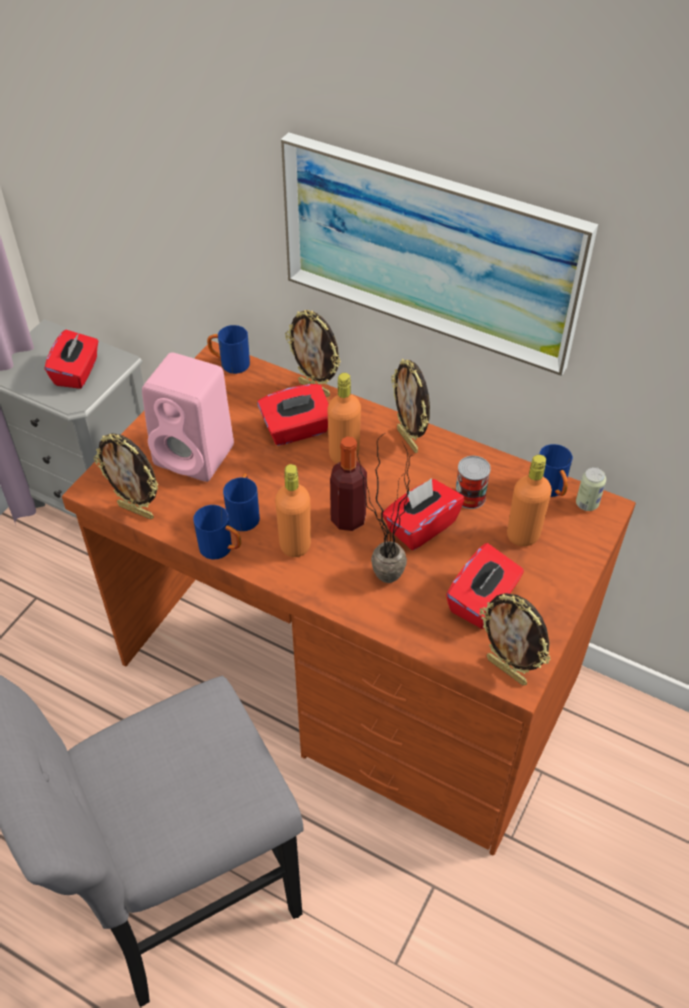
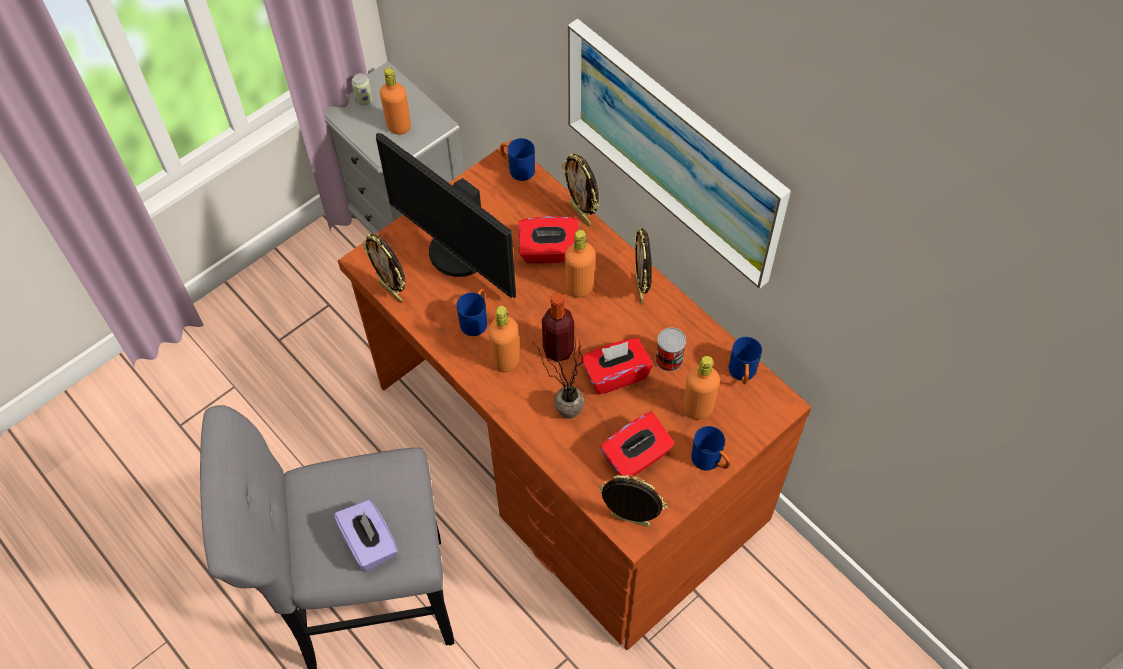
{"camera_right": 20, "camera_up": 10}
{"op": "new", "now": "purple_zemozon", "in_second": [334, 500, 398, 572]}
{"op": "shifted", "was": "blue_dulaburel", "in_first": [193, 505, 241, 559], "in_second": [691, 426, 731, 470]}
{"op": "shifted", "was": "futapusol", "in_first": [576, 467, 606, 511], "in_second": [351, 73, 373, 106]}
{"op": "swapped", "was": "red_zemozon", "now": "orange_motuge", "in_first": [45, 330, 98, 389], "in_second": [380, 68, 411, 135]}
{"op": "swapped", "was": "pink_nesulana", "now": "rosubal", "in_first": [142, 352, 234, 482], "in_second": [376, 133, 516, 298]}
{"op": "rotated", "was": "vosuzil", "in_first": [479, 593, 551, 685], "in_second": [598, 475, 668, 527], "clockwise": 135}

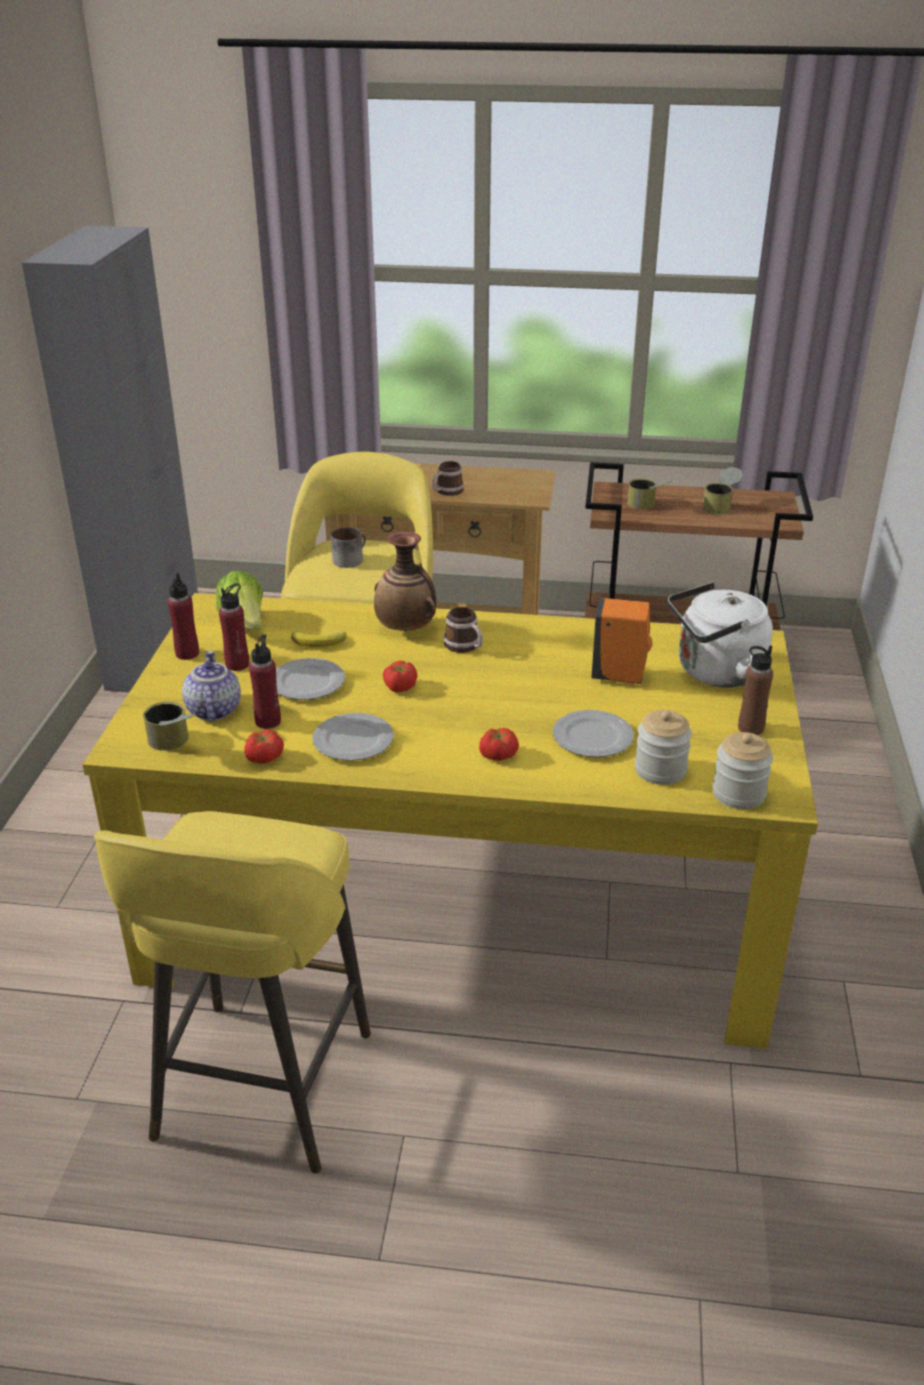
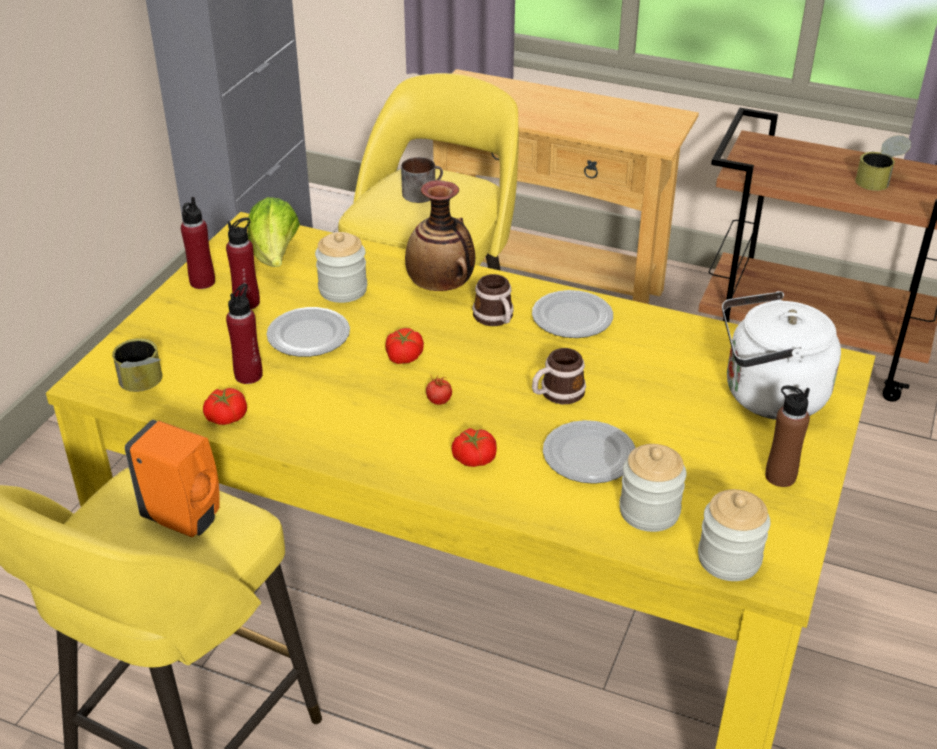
{"camera_right": 15, "camera_up": 5}
{"op": "gone", "was": "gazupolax", "in_first": [182, 651, 241, 722]}
{"op": "gone", "was": "futapusol", "in_first": [627, 478, 673, 510]}
{"op": "new", "now": "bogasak", "in_second": [426, 374, 452, 405]}
{"op": "shifted", "was": "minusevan", "in_first": [312, 713, 394, 761], "in_second": [532, 290, 613, 338]}
{"op": "shifted", "was": "dulaburel", "in_first": [432, 461, 464, 496], "in_second": [532, 348, 586, 404]}
{"op": "shifted", "was": "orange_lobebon", "in_first": [591, 598, 653, 684], "in_second": [125, 420, 220, 537]}
{"op": "swapped", "was": "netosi", "now": "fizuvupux", "in_first": [291, 632, 347, 647], "in_second": [315, 232, 367, 303]}

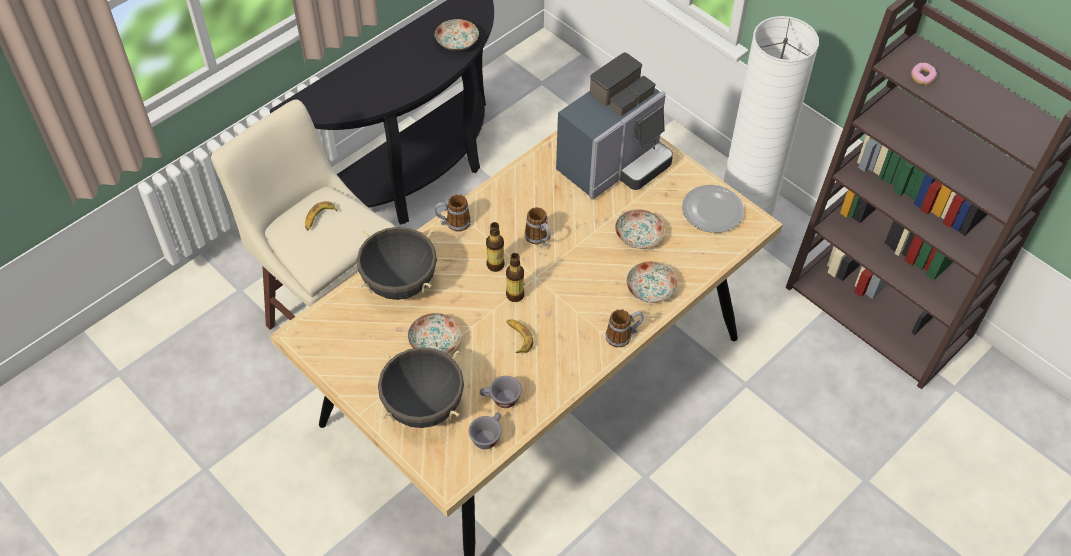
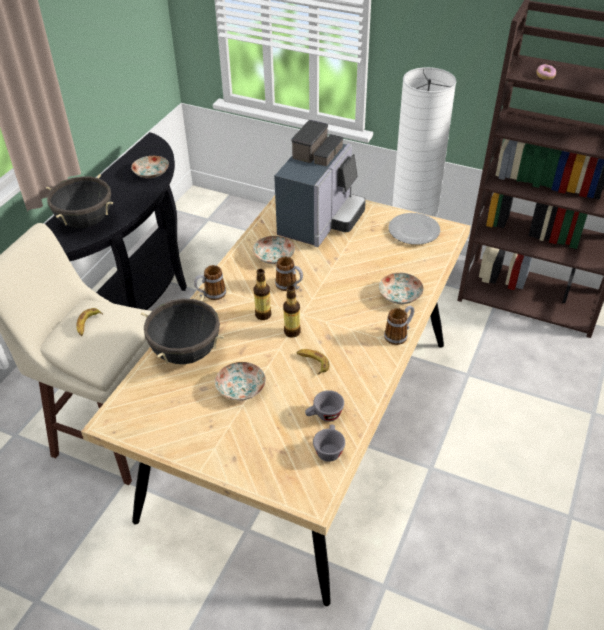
{"camera_right": -20, "camera_up": -10}
{"op": "shifted", "was": "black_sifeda", "in_first": [378, 347, 464, 428], "in_second": [46, 174, 113, 228]}
{"op": "shifted", "was": "minusevan", "in_first": [615, 209, 664, 249], "in_second": [253, 236, 295, 264]}

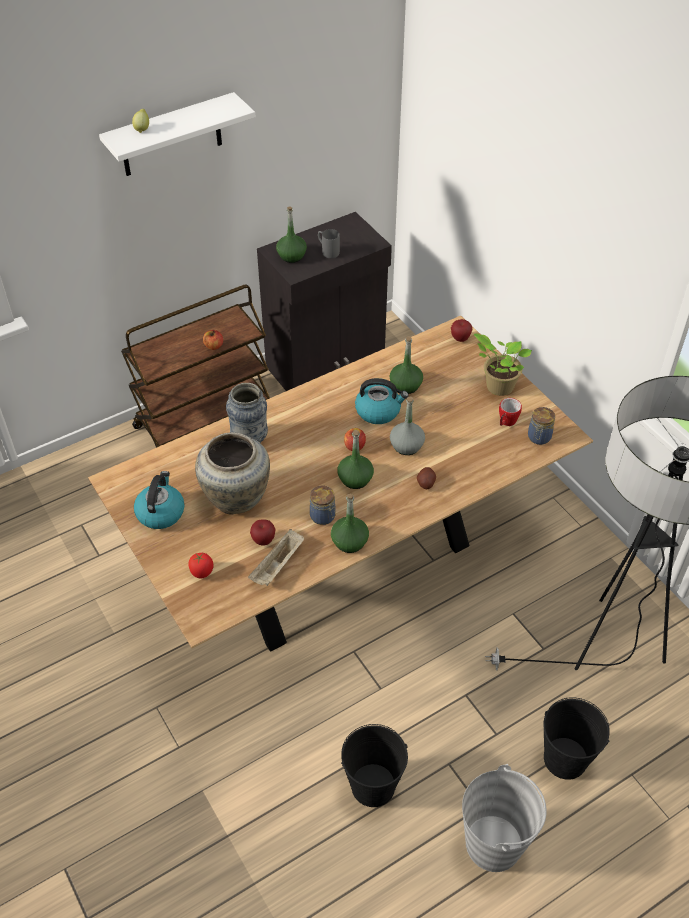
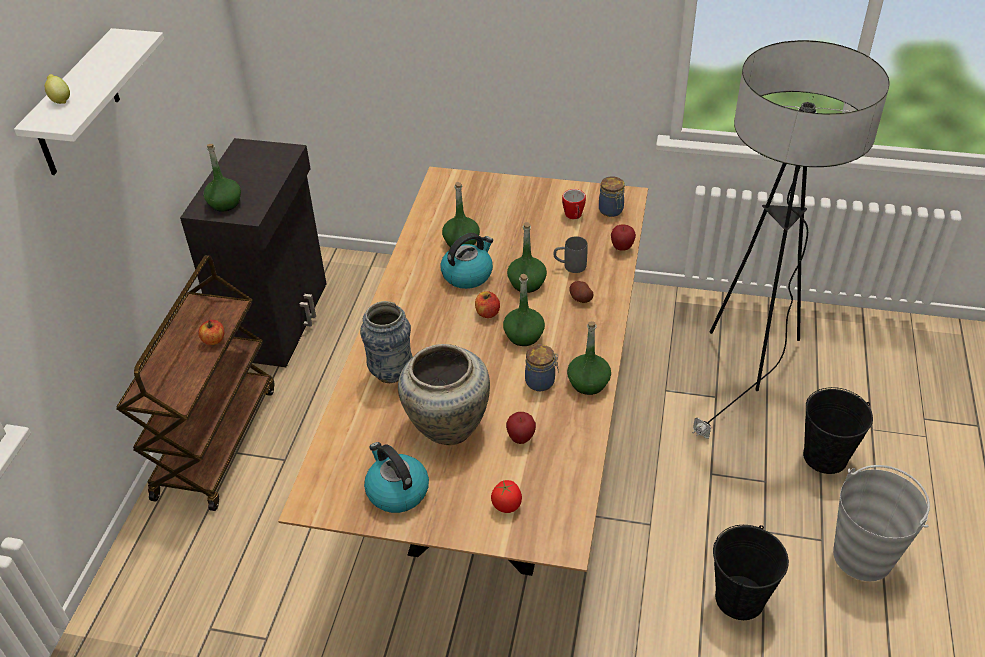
{"camera_right": -45, "camera_up": -5}
{"op": "gone", "was": "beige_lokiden", "in_first": [248, 529, 304, 586]}
{"op": "gone", "was": "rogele", "in_first": [474, 333, 532, 396]}
{"op": "shifted", "was": "grey_dulaburel", "in_first": [318, 229, 340, 258], "in_second": [554, 236, 588, 273]}
{"op": "shifted", "was": "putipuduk", "in_first": [451, 319, 472, 342], "in_second": [611, 225, 636, 251]}
{"op": "repainted", "was": "grey_motuge", "now": "green_motuge", "in_first": [390, 397, 425, 455], "in_second": [507, 222, 547, 293]}

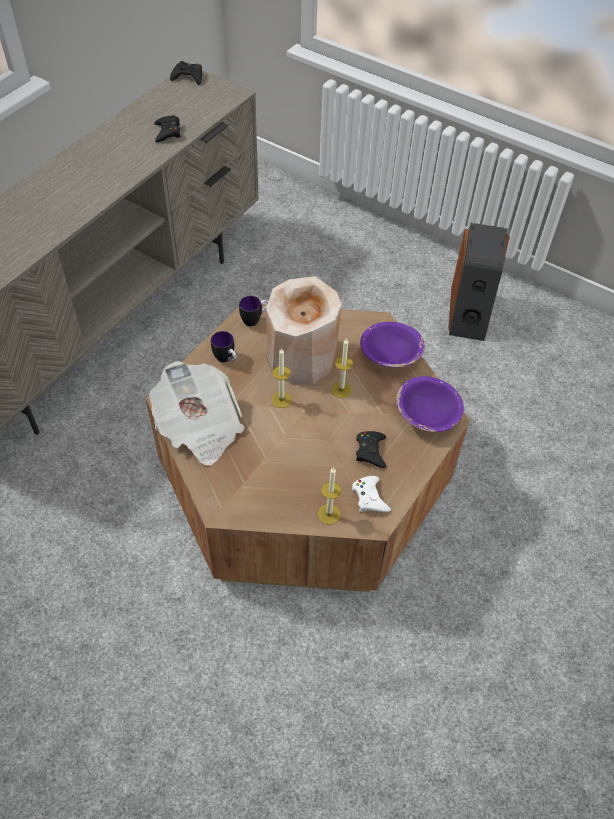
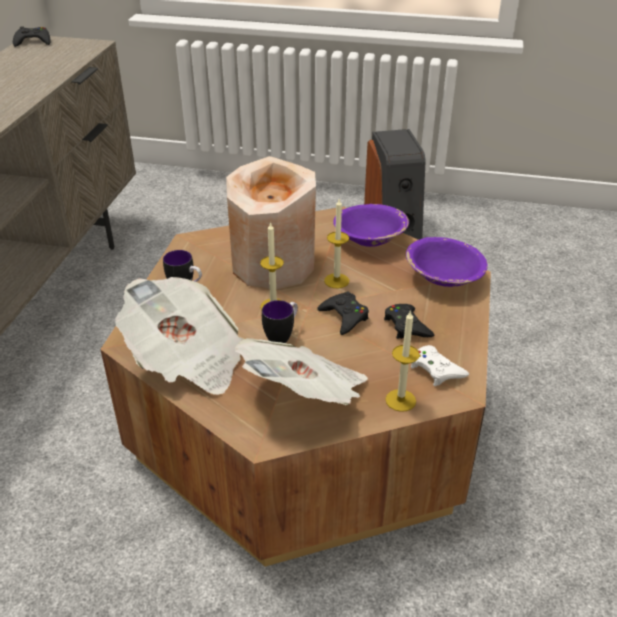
{"camera_right": -20, "camera_up": -15}
{"op": "new", "now": "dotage", "in_second": [235, 338, 368, 405]}
{"op": "shifted", "was": "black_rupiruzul", "in_first": [154, 115, 181, 142], "in_second": [317, 292, 369, 335]}
{"op": "shifted", "was": "dulaburel", "in_first": [239, 296, 268, 327], "in_second": [262, 300, 298, 343]}

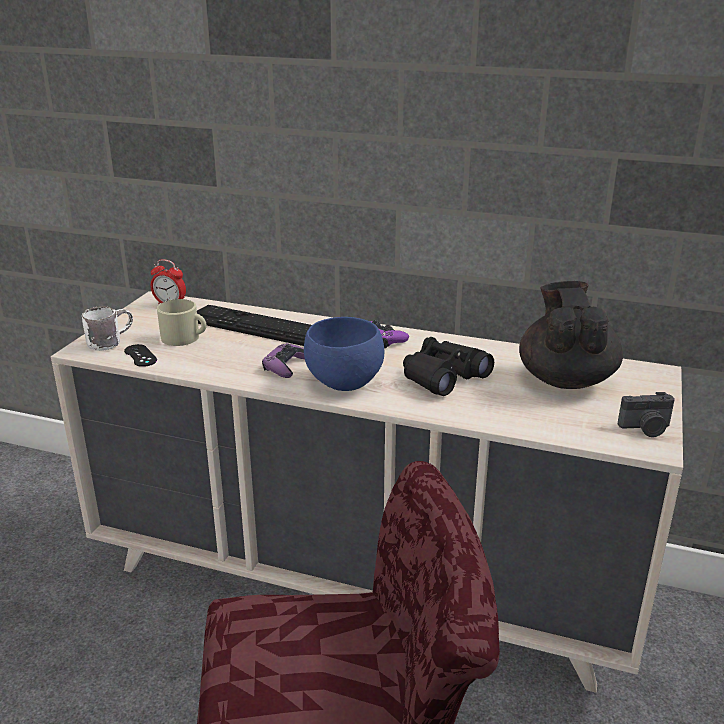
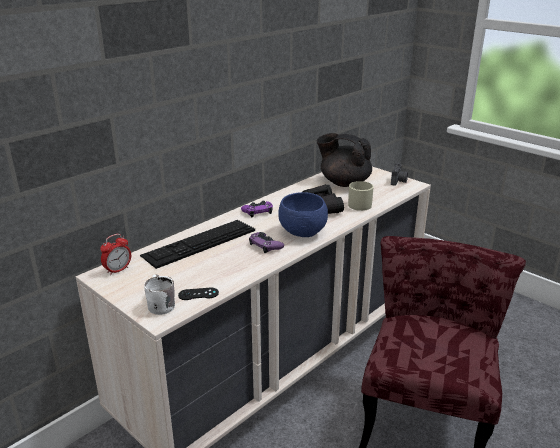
{"camera_right": -65, "camera_up": 0}
{"op": "shifted", "was": "beige_dulaburel", "in_first": [157, 299, 207, 346], "in_second": [348, 181, 374, 211]}

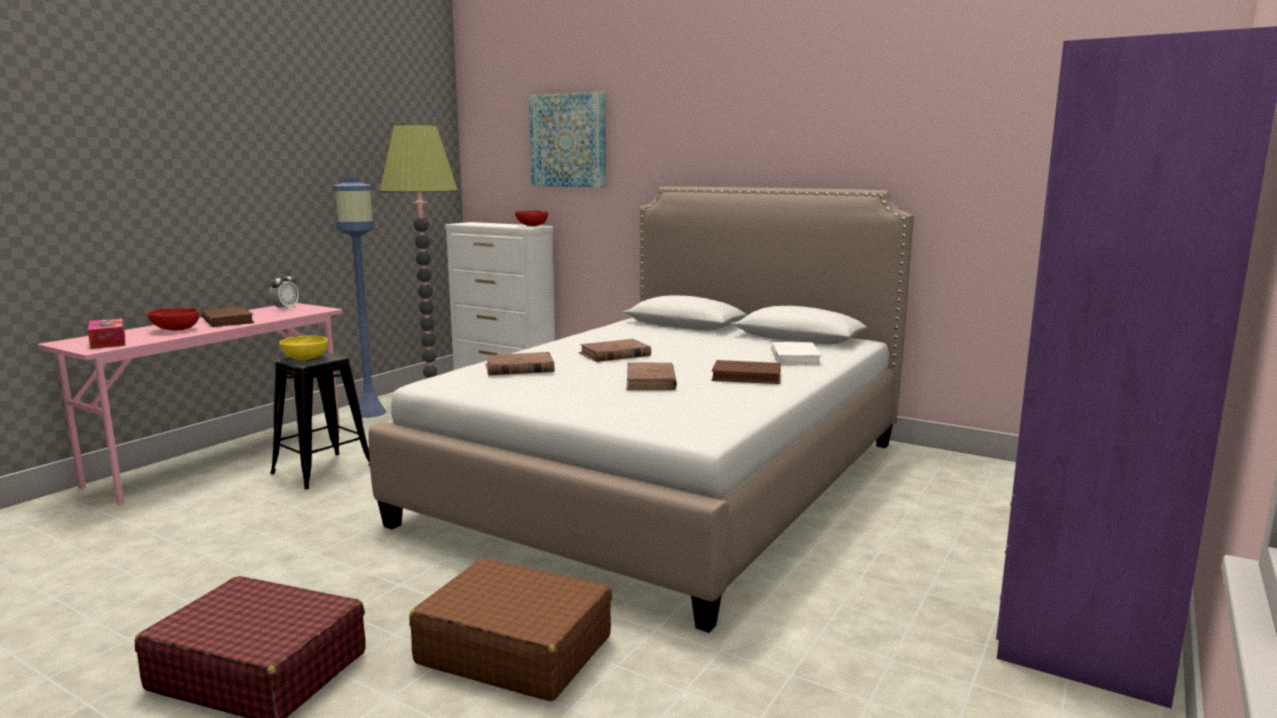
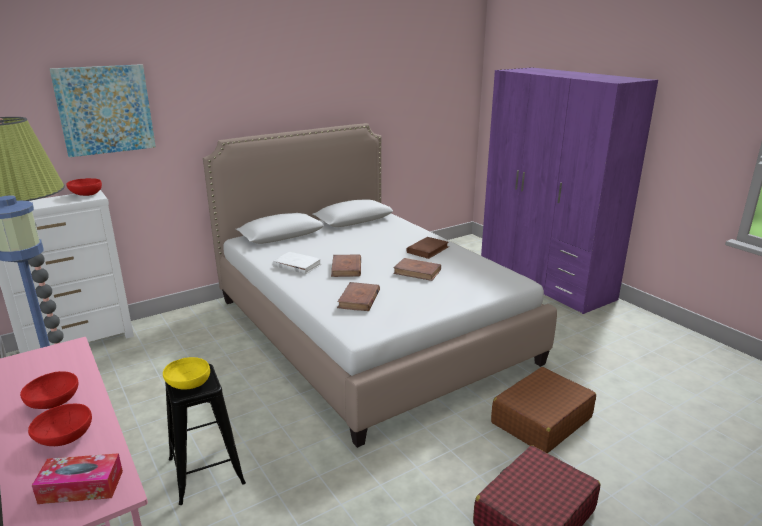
{"camera_right": -65, "camera_up": 10}
{"op": "gone", "was": "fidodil", "in_first": [269, 272, 299, 311]}
{"op": "shifted", "was": "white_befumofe", "in_first": [771, 342, 822, 365], "in_second": [273, 252, 322, 274]}
{"op": "swapped", "was": "brown_befumofe", "now": "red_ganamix", "in_first": [201, 307, 255, 327], "in_second": [20, 371, 78, 409]}

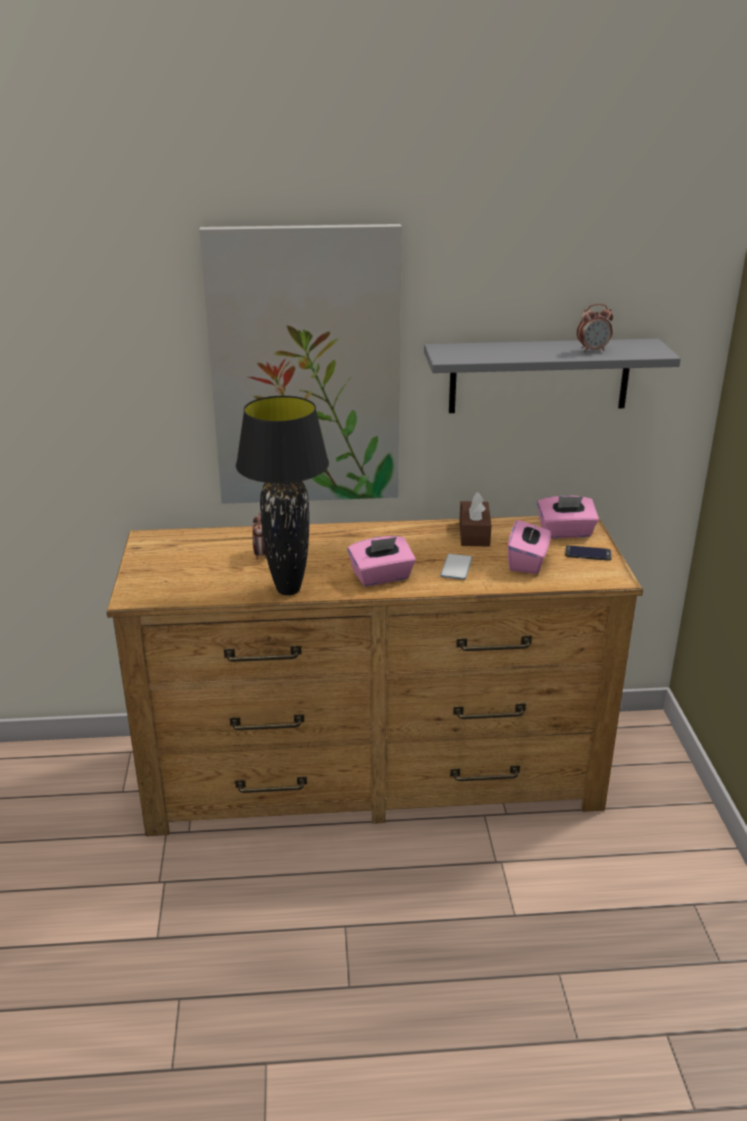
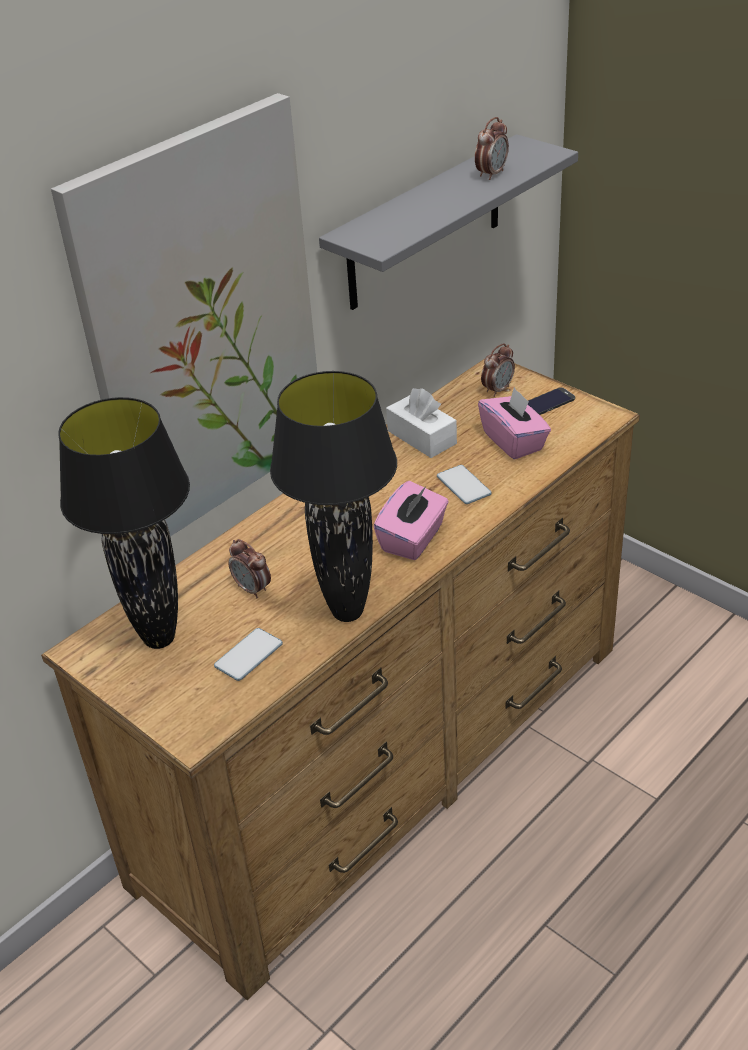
{"camera_right": -40, "camera_up": 10}
{"op": "new", "now": "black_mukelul", "in_second": [58, 397, 190, 649]}
{"op": "new", "now": "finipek", "in_second": [214, 628, 283, 681]}
{"op": "swapped", "was": "pink_zemozon", "now": "fidodil", "in_first": [537, 495, 599, 539], "in_second": [481, 343, 515, 397]}
{"op": "repainted", "was": "brown_zemozon", "now": "white_zemozon", "in_first": [459, 492, 491, 547], "in_second": [386, 388, 457, 458]}

